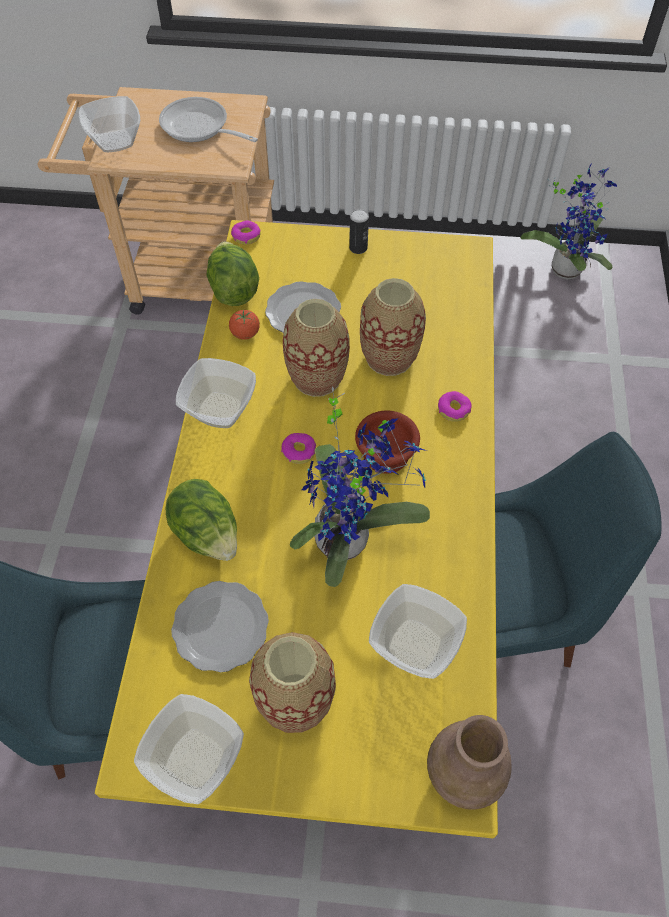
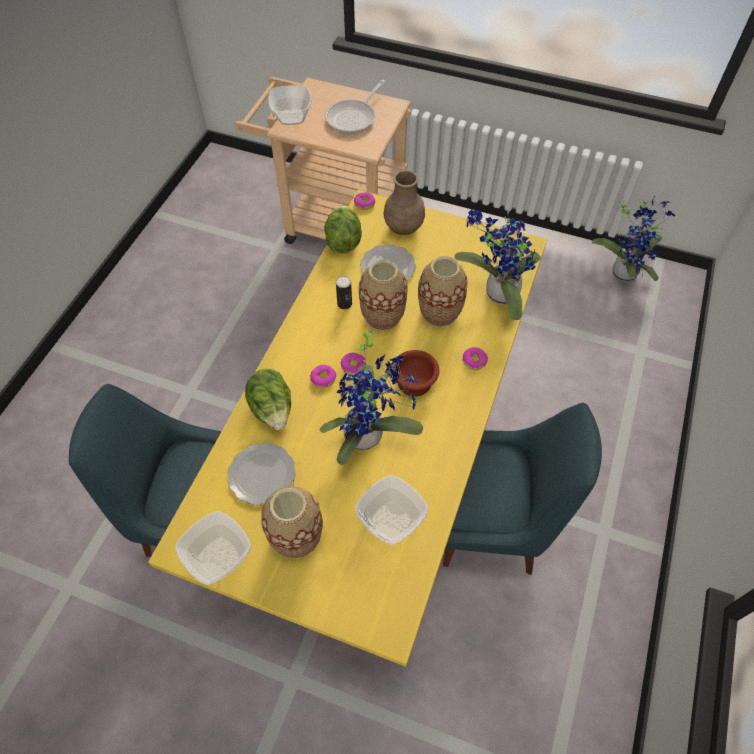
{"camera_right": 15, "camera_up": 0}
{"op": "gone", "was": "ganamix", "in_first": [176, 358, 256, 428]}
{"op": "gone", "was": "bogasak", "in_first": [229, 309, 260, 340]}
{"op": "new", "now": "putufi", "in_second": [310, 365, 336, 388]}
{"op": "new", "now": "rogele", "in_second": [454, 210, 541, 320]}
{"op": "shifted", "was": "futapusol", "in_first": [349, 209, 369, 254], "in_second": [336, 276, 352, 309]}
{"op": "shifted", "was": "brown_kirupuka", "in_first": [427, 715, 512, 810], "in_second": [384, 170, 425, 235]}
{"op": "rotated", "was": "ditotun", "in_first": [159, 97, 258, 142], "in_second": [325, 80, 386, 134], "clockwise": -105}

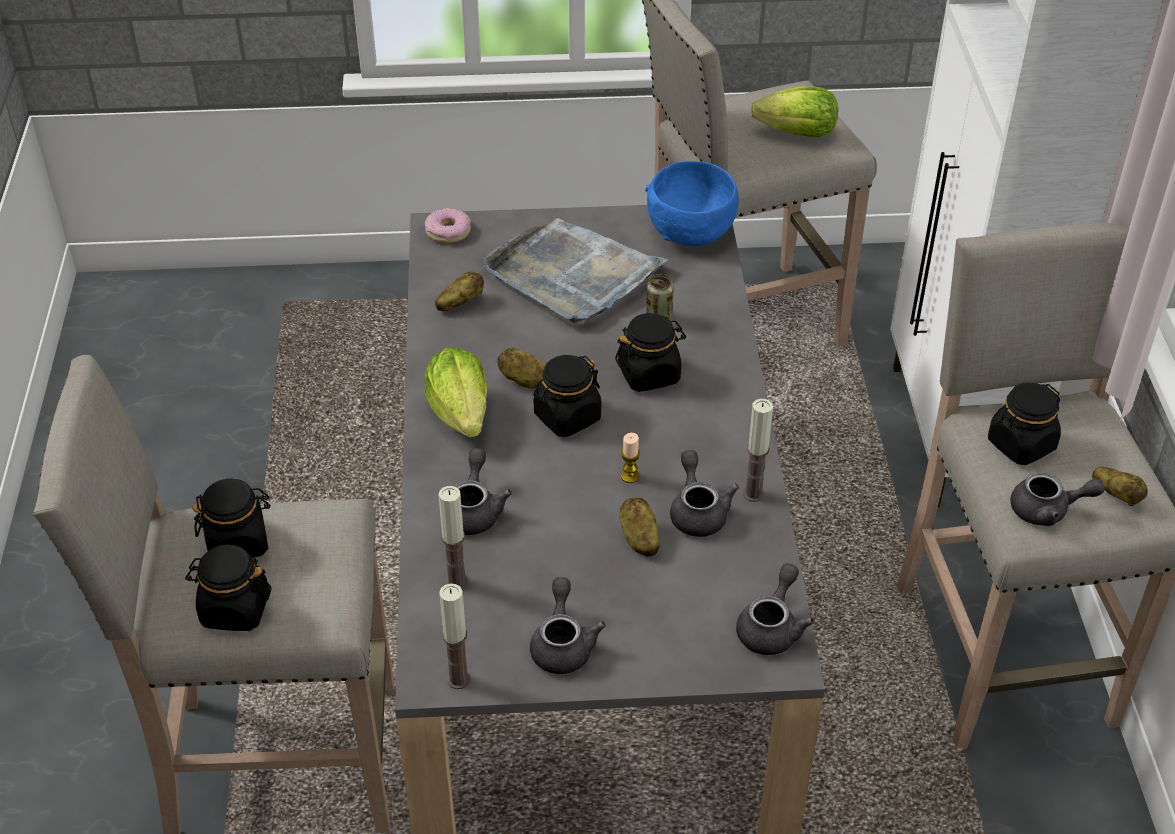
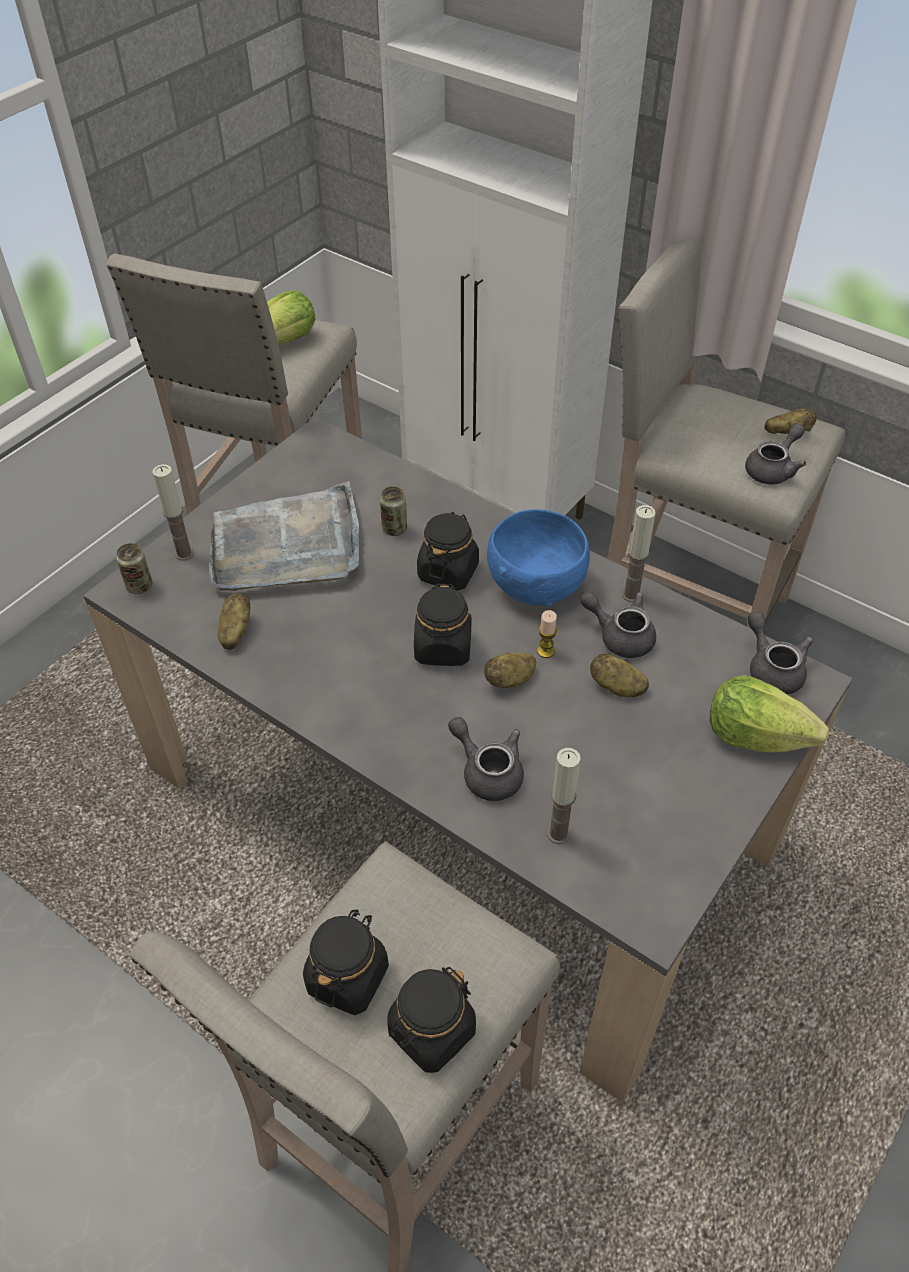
{"camera_right": -50, "camera_up": 5}
{"op": "gone", "was": "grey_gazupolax", "in_first": [530, 577, 606, 674]}
{"op": "gone", "was": "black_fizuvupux", "in_first": [988, 383, 1061, 465]}
{"op": "shifted", "was": "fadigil", "in_first": [425, 348, 487, 437], "in_second": [709, 675, 829, 753]}
{"op": "shifted", "was": "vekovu", "in_first": [439, 583, 471, 689], "in_second": [152, 464, 194, 561]}
{"op": "shifted", "was": "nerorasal", "in_first": [497, 348, 546, 389], "in_second": [484, 653, 536, 688]}
{"op": "shifted", "was": "blue_ganamix", "in_first": [645, 161, 739, 246], "in_second": [487, 509, 590, 607]}
{"op": "swapped", "was": "putufi", "now": "futapusol", "in_first": [425, 208, 471, 243], "in_second": [116, 543, 153, 594]}

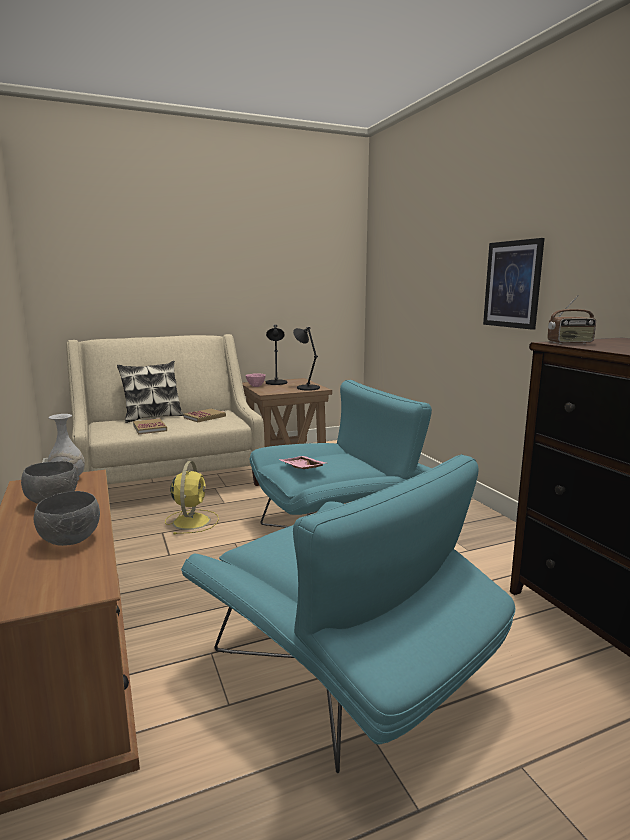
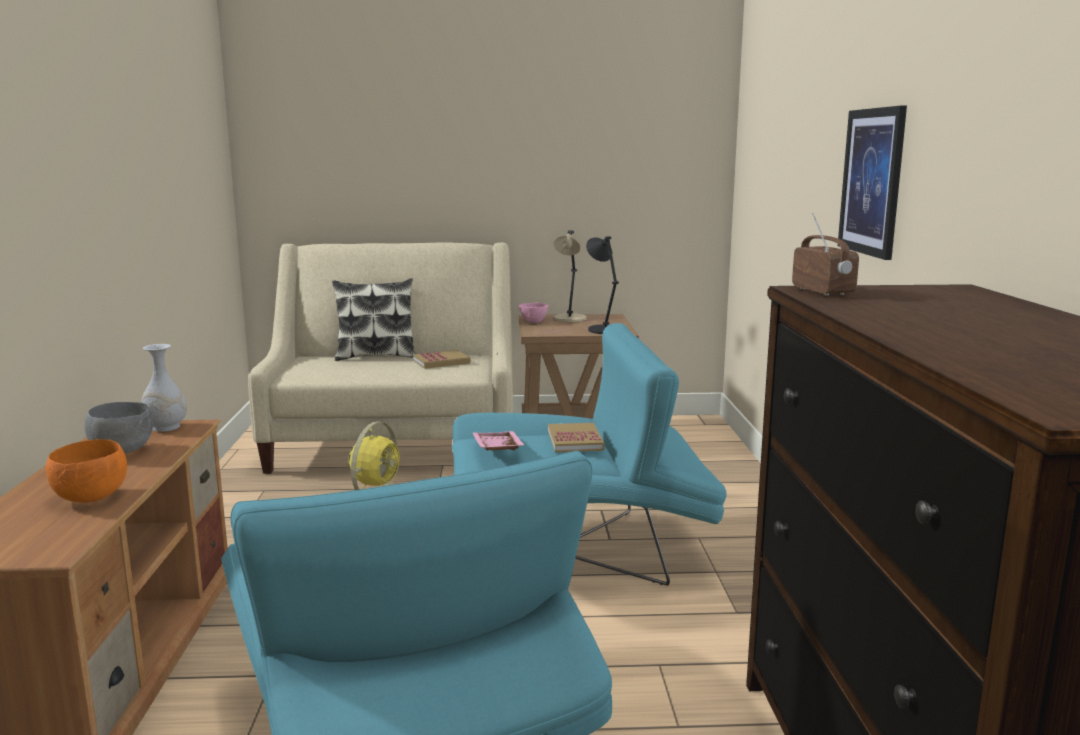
{"camera_right": 20, "camera_up": 0}
{"op": "shifted", "was": "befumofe", "in_first": [133, 419, 167, 434], "in_second": [548, 423, 605, 452]}
{"op": "repainted", "was": "grey_ganamix", "now": "orange_ganamix", "in_first": [34, 491, 100, 546], "in_second": [46, 439, 127, 503]}
{"op": "repainted", "was": "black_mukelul", "now": "beige_mukelul", "in_first": [266, 325, 287, 385], "in_second": [553, 231, 587, 322]}
{"op": "rotated", "was": "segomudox", "in_first": [547, 295, 596, 344], "in_second": [792, 213, 859, 296], "clockwise": -120}

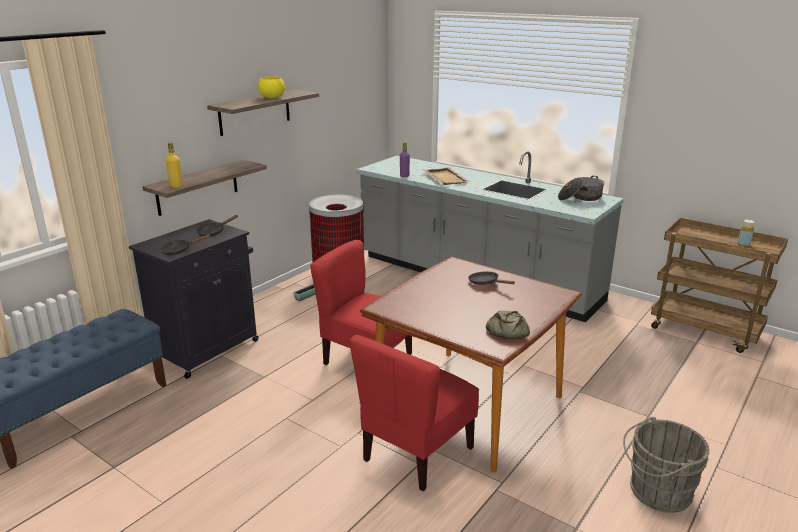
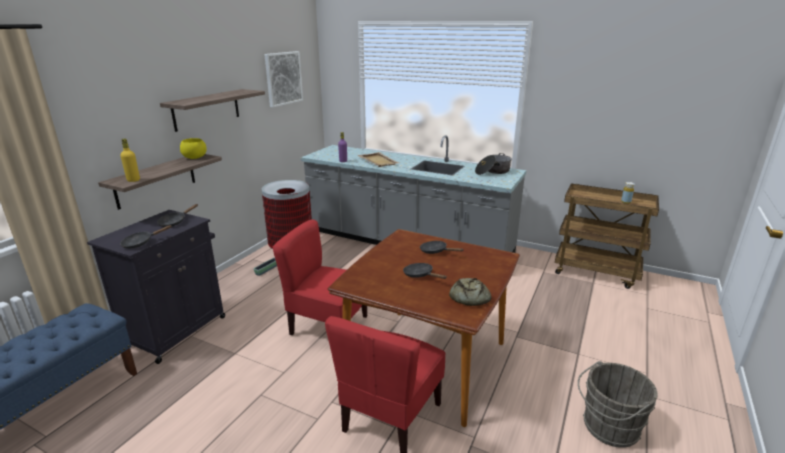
{"camera_right": -10, "camera_up": 0}
{"op": "new", "now": "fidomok", "in_second": [264, 51, 303, 108]}
{"op": "new", "now": "black_ditotun", "in_second": [403, 263, 447, 279]}
{"op": "shifted", "was": "yellow_ganamix", "in_first": [258, 77, 285, 98], "in_second": [180, 138, 207, 159]}

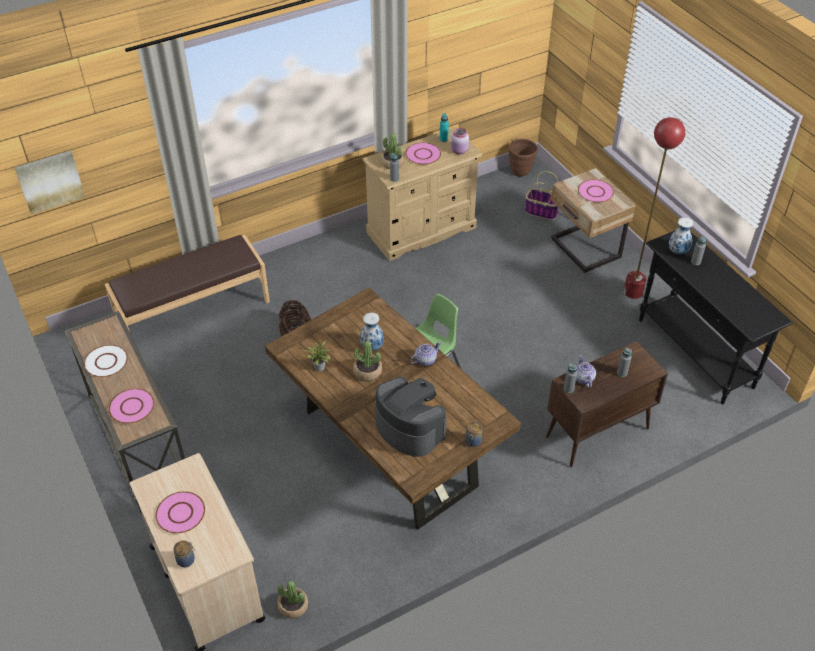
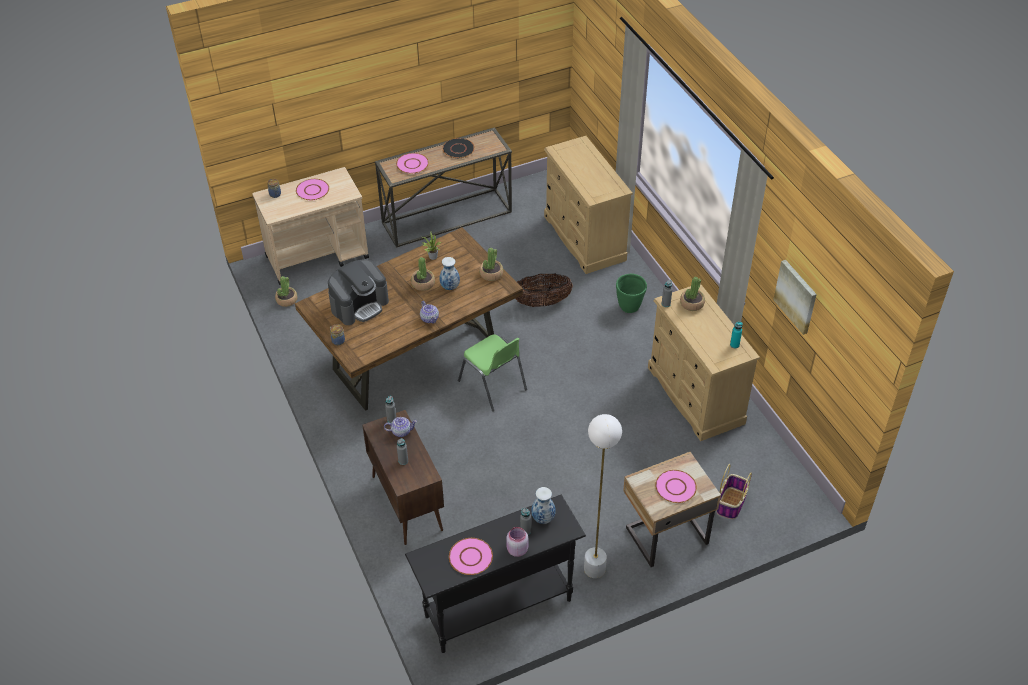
{"camera_right": 95, "camera_up": 0}
{"op": "gone", "was": "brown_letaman", "in_first": [509, 139, 538, 177]}
{"op": "new", "now": "rogele", "in_second": [480, 248, 503, 281]}
{"op": "new", "now": "green_letaman", "in_second": [616, 274, 647, 313]}
{"op": "shifted", "was": "fidomok", "in_first": [14, 150, 85, 214], "in_second": [773, 260, 817, 335]}
{"op": "shifted", "was": "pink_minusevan", "in_first": [405, 142, 441, 165], "in_second": [449, 538, 493, 575]}
{"op": "shifted", "was": "pink_fizuvupux", "in_first": [451, 128, 469, 155], "in_second": [506, 527, 528, 557]}
{"op": "swapped", "was": "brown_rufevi", "now": "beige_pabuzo", "in_first": [105, 235, 270, 332], "in_second": [544, 136, 633, 274]}
{"op": "repainted", "was": "white_minusevan", "now": "black_minusevan", "in_first": [84, 345, 128, 377], "in_second": [443, 138, 475, 158]}
{"op": "repainted", "was": "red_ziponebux", "now": "white_ziponebux", "in_first": [624, 117, 685, 299], "in_second": [584, 414, 622, 578]}

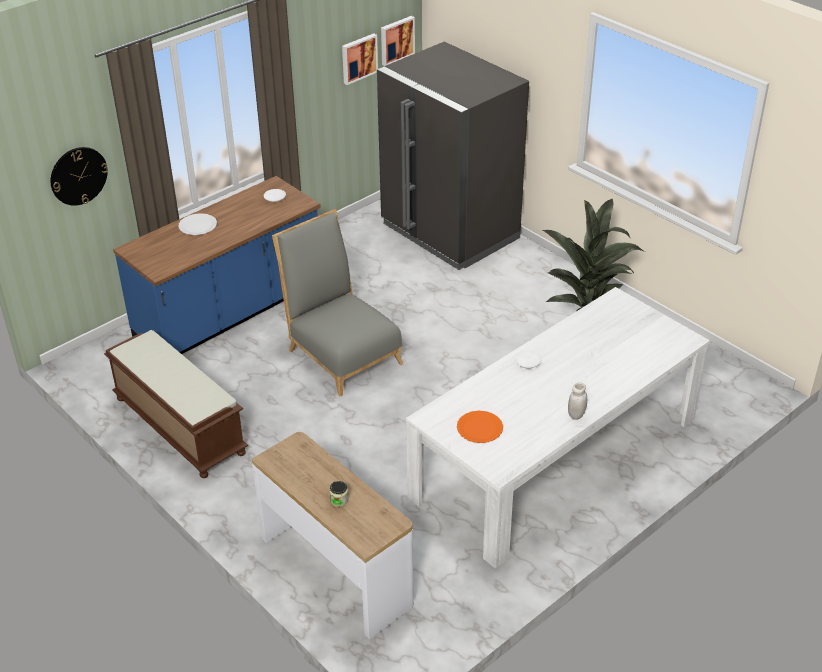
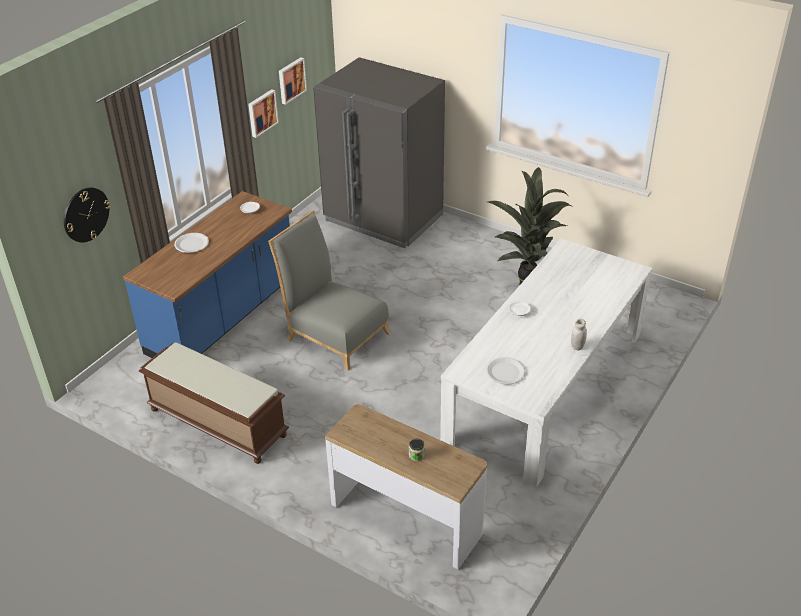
{"camera_right": -15, "camera_up": 0}
{"op": "shifted", "was": "fidomok", "in_first": [381, 16, 415, 66], "in_second": [248, 89, 279, 138]}
{"op": "repainted", "was": "orange_minusevan", "now": "white_minusevan", "in_first": [457, 411, 503, 443], "in_second": [486, 357, 526, 385]}

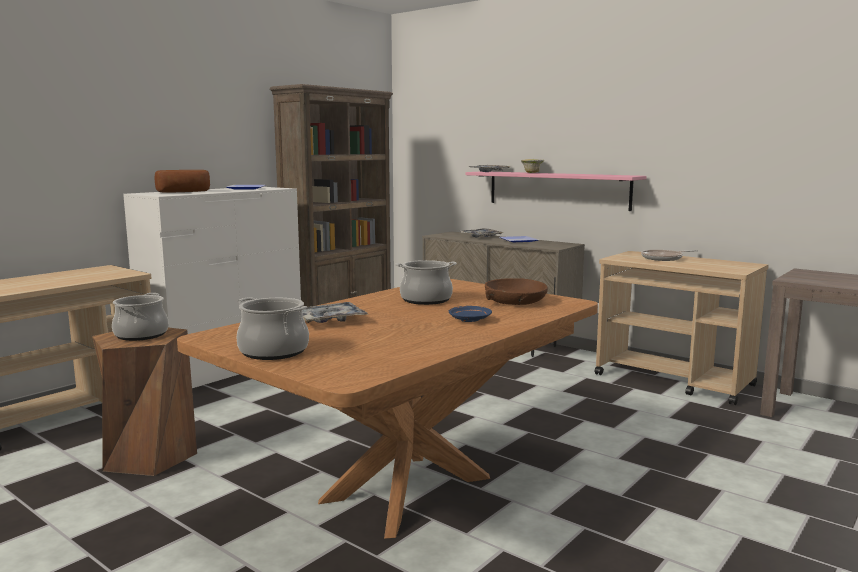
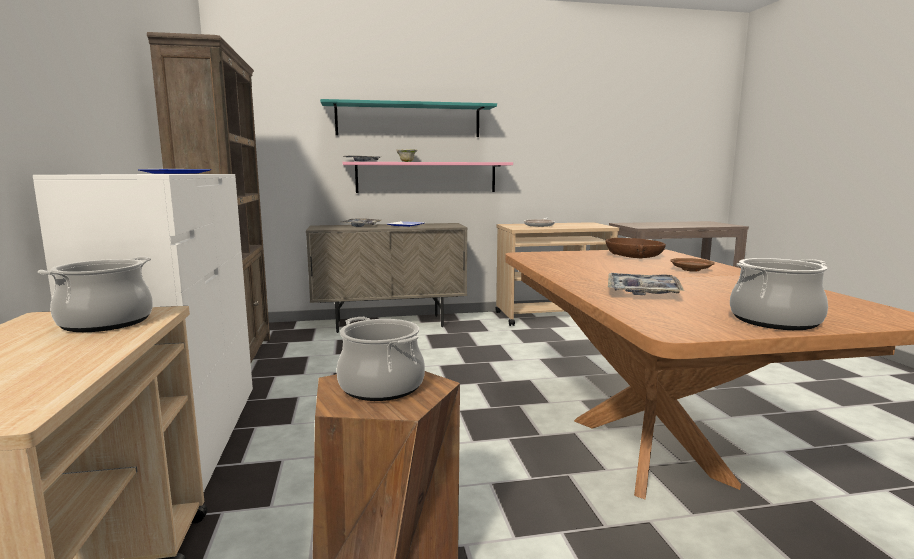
{"camera_right": -50, "camera_up": 0}
{"op": "gone", "was": "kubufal", "in_first": [154, 170, 210, 193]}
{"op": "new", "now": "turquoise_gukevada", "in_second": [320, 99, 497, 137]}
{"op": "shifted", "was": "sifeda", "in_first": [395, 260, 457, 305], "in_second": [38, 257, 153, 332]}
{"op": "repainted", "was": "blue_minusevan", "now": "brown_minusevan", "in_first": [449, 306, 492, 322], "in_second": [670, 258, 715, 272]}

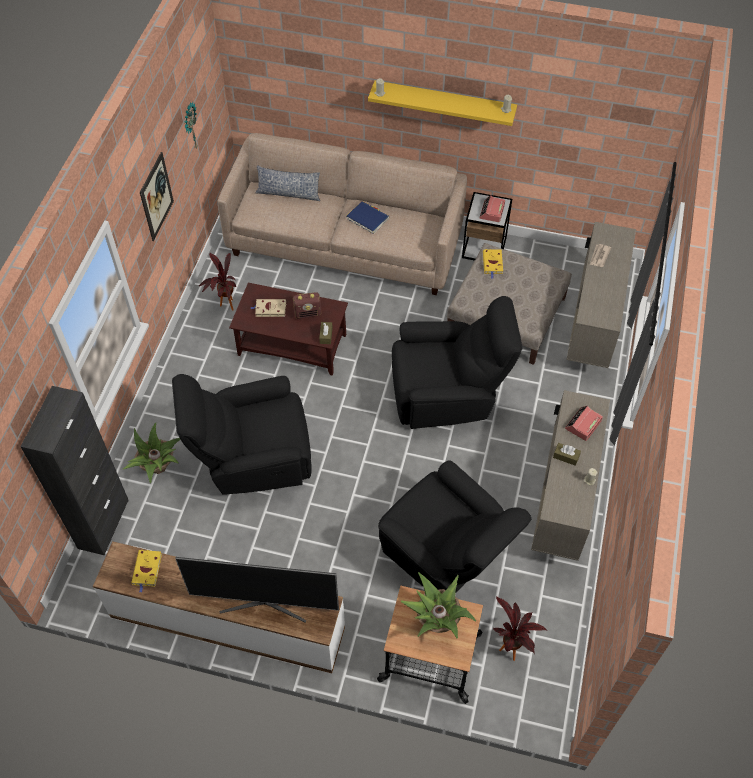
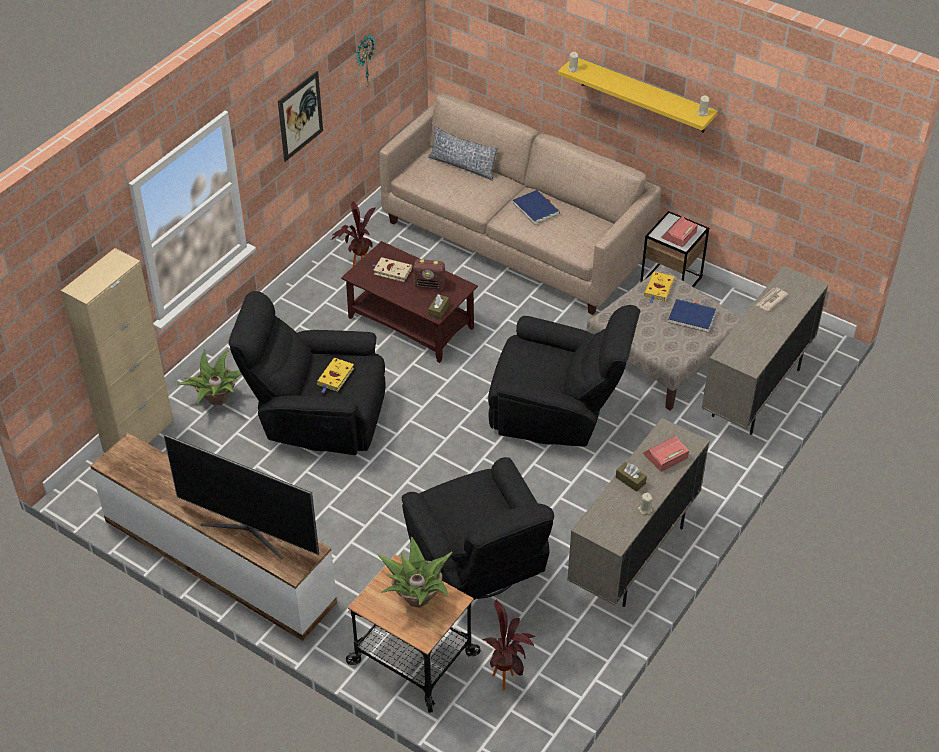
{"camera_right": 20, "camera_up": -10}
{"op": "new", "now": "blue_befumofe", "in_second": [668, 299, 716, 333]}
{"op": "shifted", "was": "yellow_befumofe", "in_first": [131, 550, 162, 592], "in_second": [317, 358, 354, 393]}
{"op": "repainted", "was": "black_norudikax", "now": "beige_norudikax", "in_first": [20, 386, 129, 555], "in_second": [61, 248, 173, 452]}

